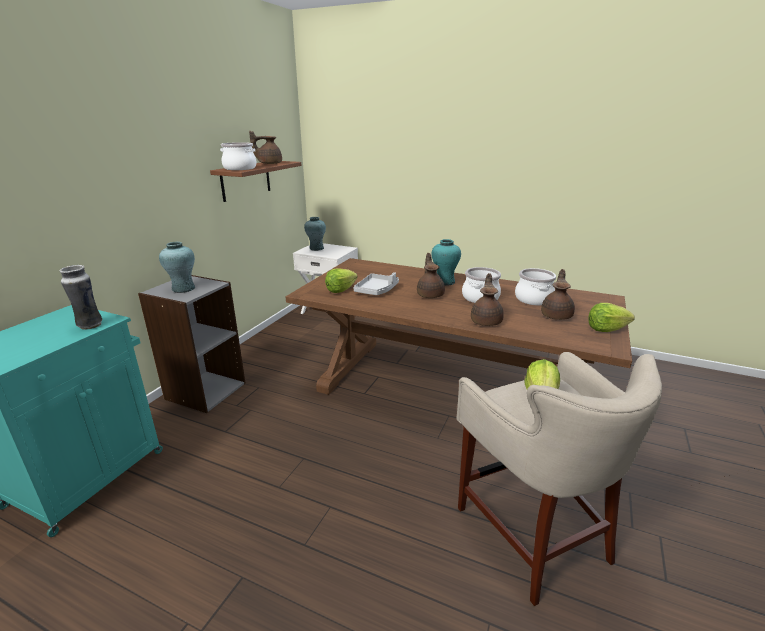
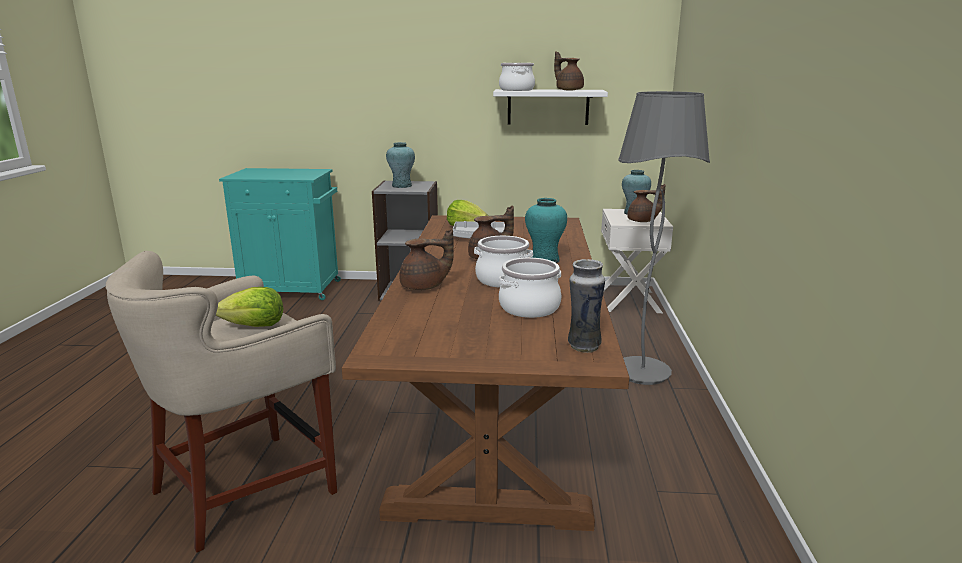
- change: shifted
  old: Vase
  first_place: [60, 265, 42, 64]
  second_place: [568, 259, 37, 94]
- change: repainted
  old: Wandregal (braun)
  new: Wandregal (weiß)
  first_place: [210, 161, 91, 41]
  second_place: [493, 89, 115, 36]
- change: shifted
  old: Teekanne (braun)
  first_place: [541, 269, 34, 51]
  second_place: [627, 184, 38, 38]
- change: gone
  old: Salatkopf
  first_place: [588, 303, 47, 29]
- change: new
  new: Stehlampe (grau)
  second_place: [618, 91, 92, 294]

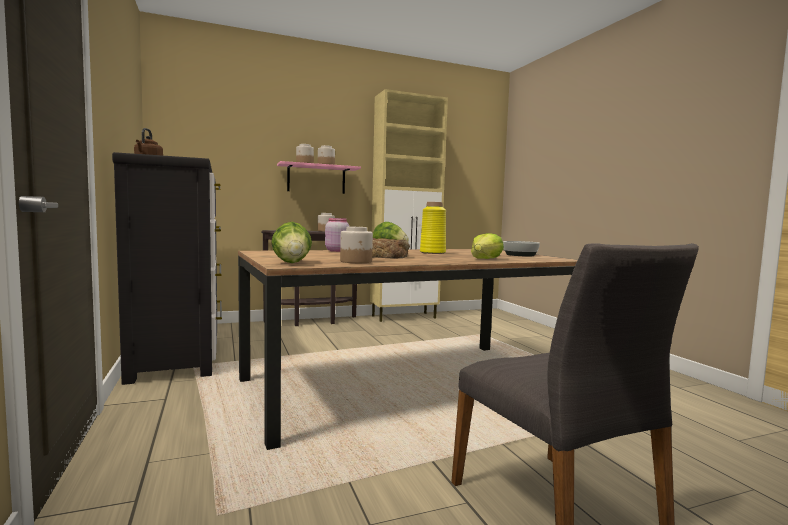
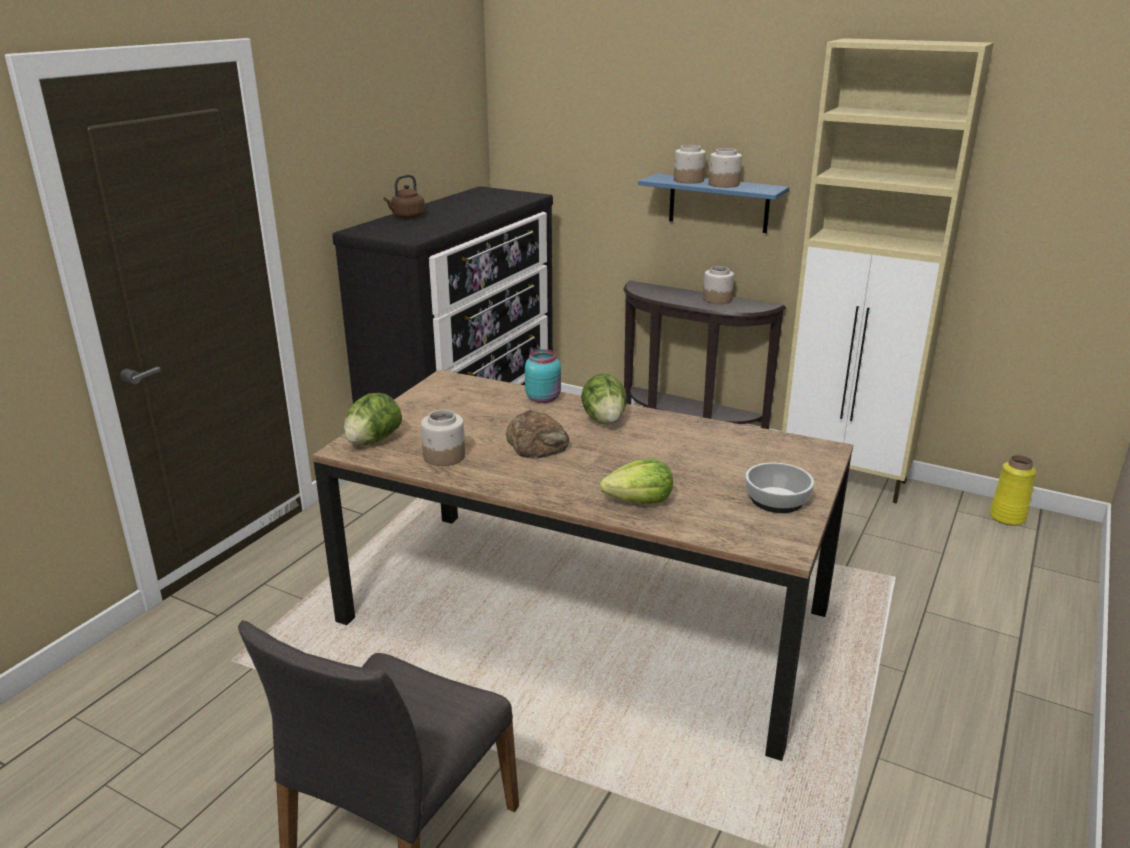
- change: repainted
  old: Wandregal (rosa)
  new: Wandregal (blau)
  first_place: [277, 161, 84, 33]
  second_place: [638, 173, 151, 60]
- change: repainted
  old: Vorratsglas (rosa)
  new: Vorratsglas (türkis)
  first_place: [325, 218, 25, 34]
  second_place: [525, 349, 36, 54]
- change: shifted
  old: Vase (gelb)
  first_place: [420, 202, 26, 52]
  second_place: [990, 455, 46, 71]

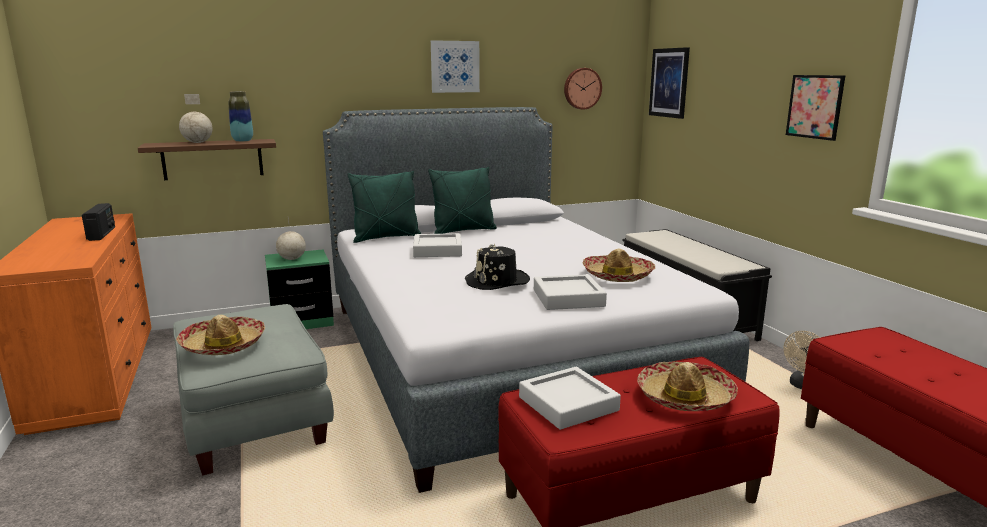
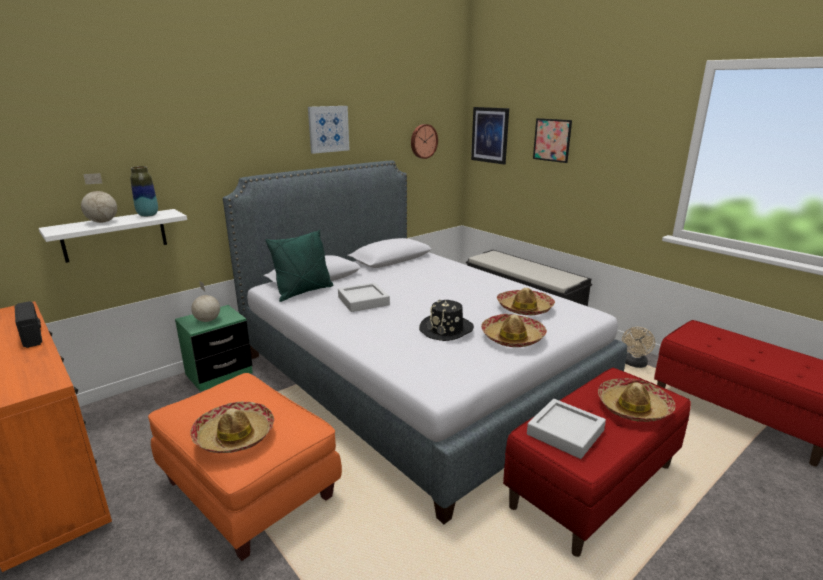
- change: repainted
  old: Wandregal (braun)
  new: Wandregal (weiß)
  first_place: [138, 139, 138, 41]
  second_place: [39, 209, 148, 54]
- change: repainted
  old: Polsterhocker (grau)
  new: Polsterhocker (orange)
  first_place: [173, 304, 161, 171]
  second_place: [148, 373, 194, 188]
- change: gone
  old: Kissen (grün)
  first_place: [428, 167, 69, 67]
- change: swapped
  old: Tablett (grau)
  new: Hut
  first_place: [534, 274, 73, 36]
  second_place: [481, 314, 66, 33]
- change: shifted
  old: Bild
  first_place: [786, 75, 59, 66]
  second_place: [533, 118, 39, 45]

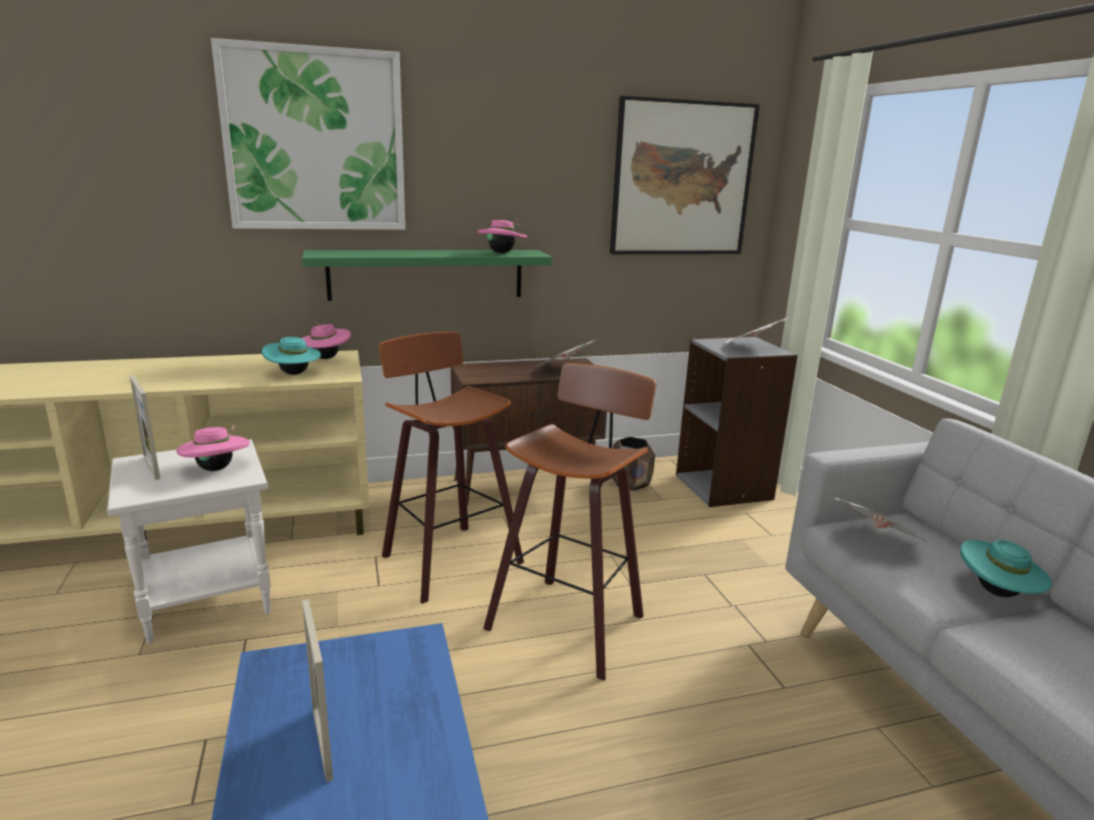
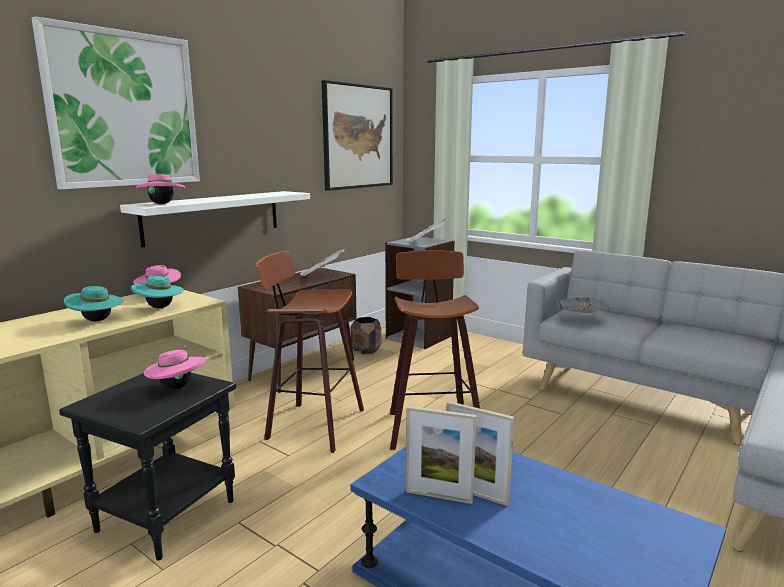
- change: repainted
  old: Beistelltisch (weiß)
  new: Beistelltisch (schwarz)
  first_place: [107, 439, 164, 204]
  second_place: [59, 373, 177, 187]
- change: shifted
  old: Bilderrahmen
  first_place: [130, 376, 30, 104]
  second_place: [406, 406, 71, 98]
- change: repainted
  old: Wandregal (grün)
  new: Wandregal (weiß)
  first_place: [302, 250, 250, 51]
  second_place: [120, 191, 190, 56]
- change: shifted
  old: Hut (rosa)
  first_place: [477, 220, 50, 33]
  second_place: [136, 173, 49, 31]
- change: shifted
  old: Hut (türkis)
  first_place: [960, 540, 92, 57]
  second_place: [64, 286, 59, 35]

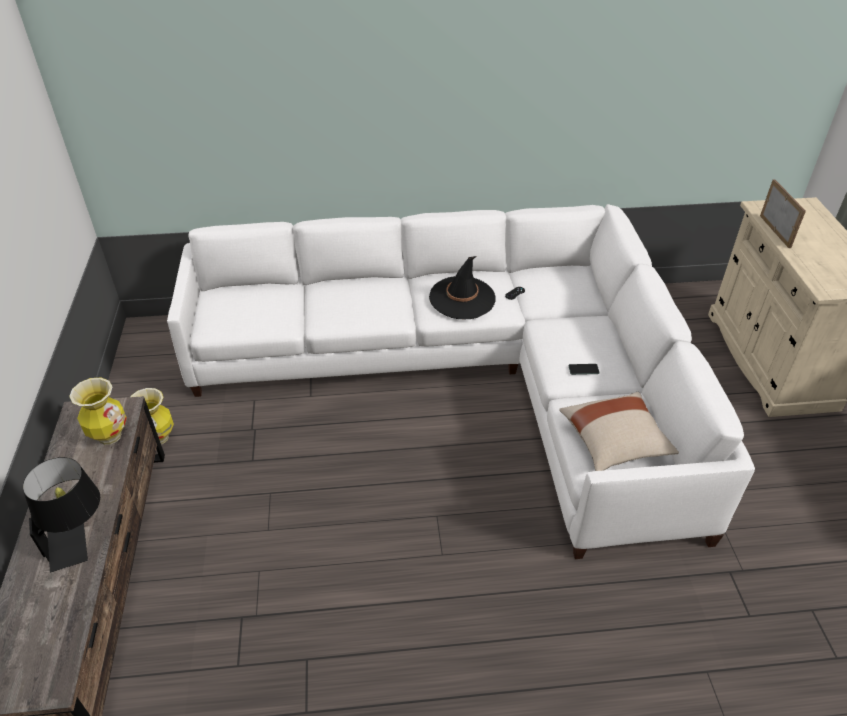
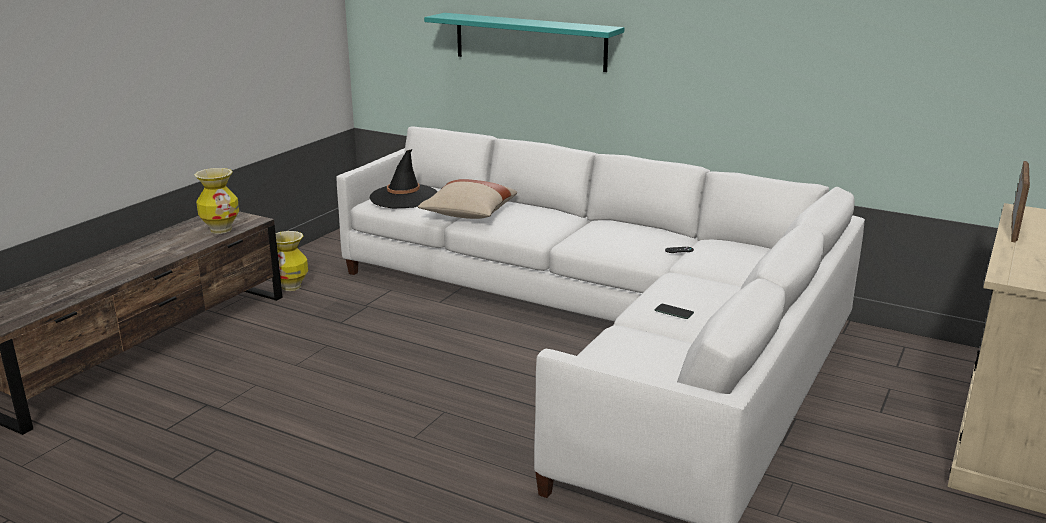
- change: gone
  old: Tischlampe (schwarz)
  first_place: [23, 457, 77, 115]
- change: shifted
  old: Hut (schwarz)
  first_place: [429, 256, 67, 64]
  second_place: [370, 149, 67, 59]
- change: shifted
  old: Kissen (beige)
  first_place: [559, 392, 120, 79]
  second_place: [418, 179, 99, 40]
- change: new
  new: Wandregal (türkis)
  second_place: [424, 13, 200, 59]

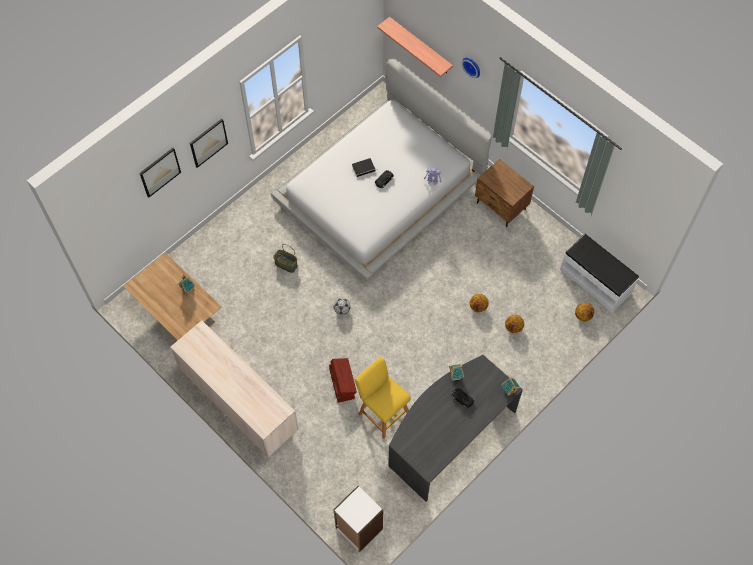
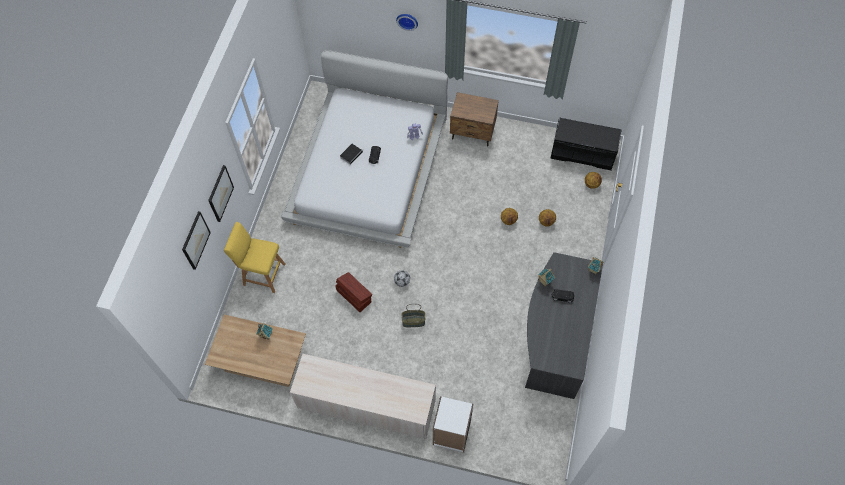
- change: shifted
  old: Korb
  first_place: [273, 244, 25, 29]
  second_place: [401, 304, 24, 23]
- change: shifted
  old: Aufbewahrungsbox (braun)
  first_place: [329, 358, 28, 45]
  second_place: [336, 272, 36, 40]
- change: shifted
  old: Bücherregal (weiß)
  first_place: [333, 486, 50, 66]
  second_place: [433, 396, 40, 57]
- change: shifted
  old: Hocker (gelb)
  first_place: [355, 356, 56, 83]
  second_place: [224, 222, 61, 71]
- change: gone
  old: Wandregal
  first_place: [377, 17, 76, 60]
- change: repainted
  old: Bank (weiß)
  new: Bank (schwarz)
  first_place: [560, 234, 79, 79]
  second_place: [550, 118, 72, 53]

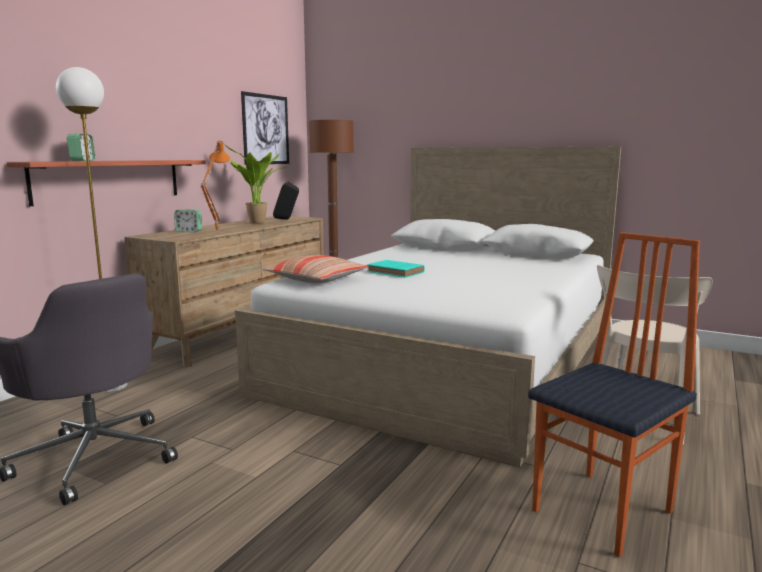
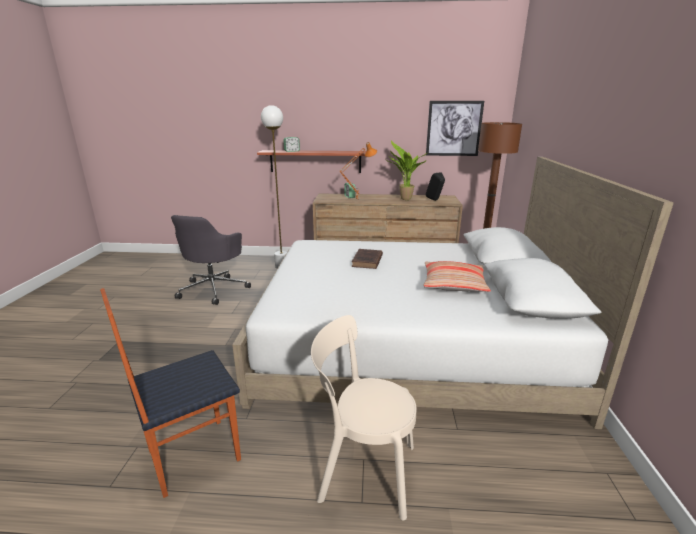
- change: shifted
  old: Kissen
  first_place: [263, 255, 106, 28]
  second_place: [423, 261, 68, 31]
- change: repainted
  old: Buch (türkis)
  new: Buch (braun)
  first_place: [367, 260, 58, 18]
  second_place: [351, 249, 32, 20]
- change: rotated
  old: Stuhl
  first_place: [528, 232, 172, 325]
  second_place: [100, 288, 141, 210]
  degrees: 120

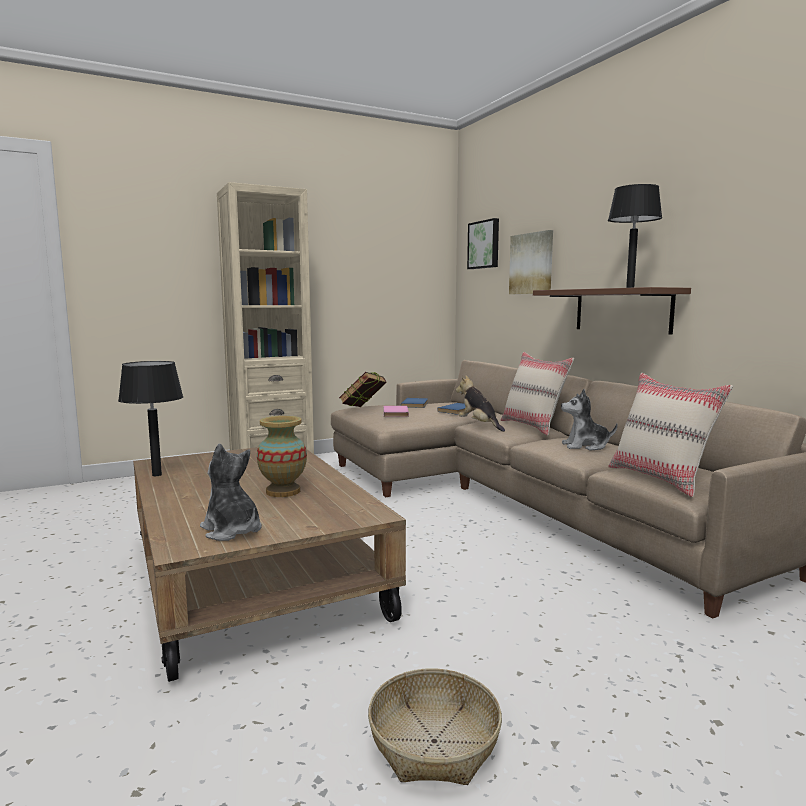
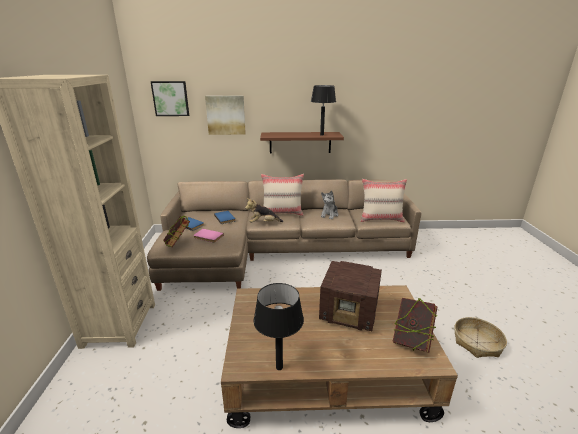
- change: swapped
  old: Plüschtier
  new: Buch
  first_place: [200, 444, 62, 97]
  second_place: [392, 298, 46, 55]
- change: swapped
  old: Vase
  new: Radio
  first_place: [257, 416, 50, 81]
  second_place: [319, 261, 63, 70]

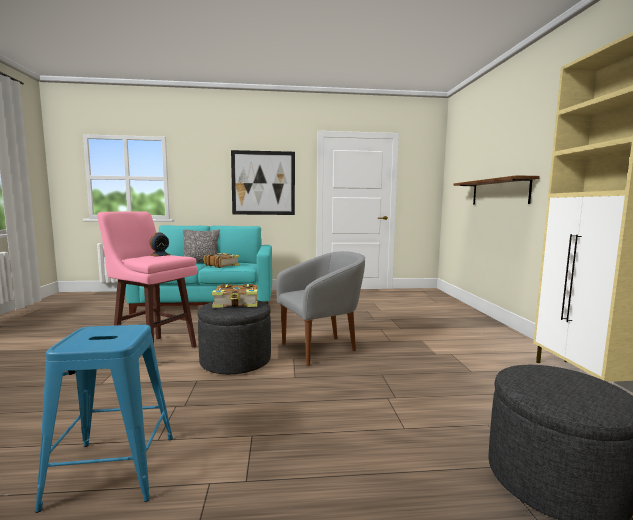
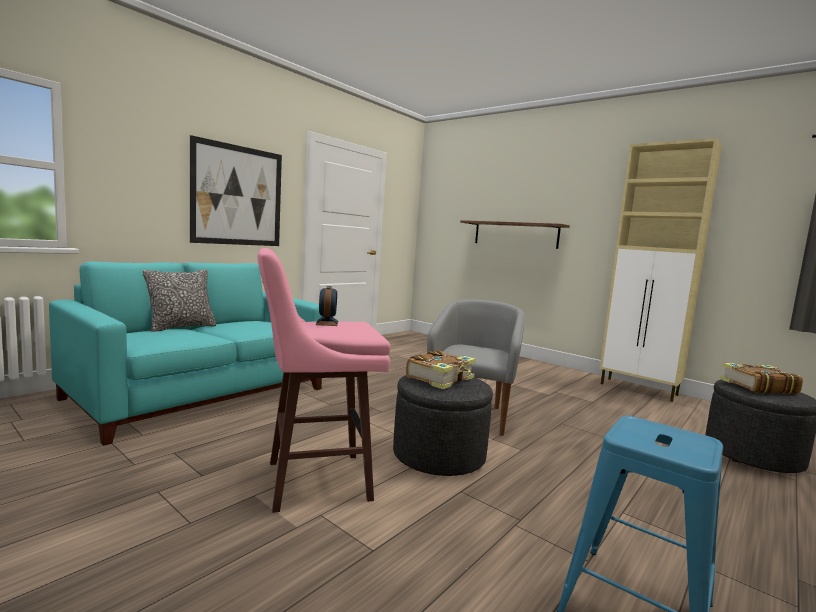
- change: shifted
  old: Buch
  first_place: [204, 253, 36, 15]
  second_place: [720, 363, 83, 32]

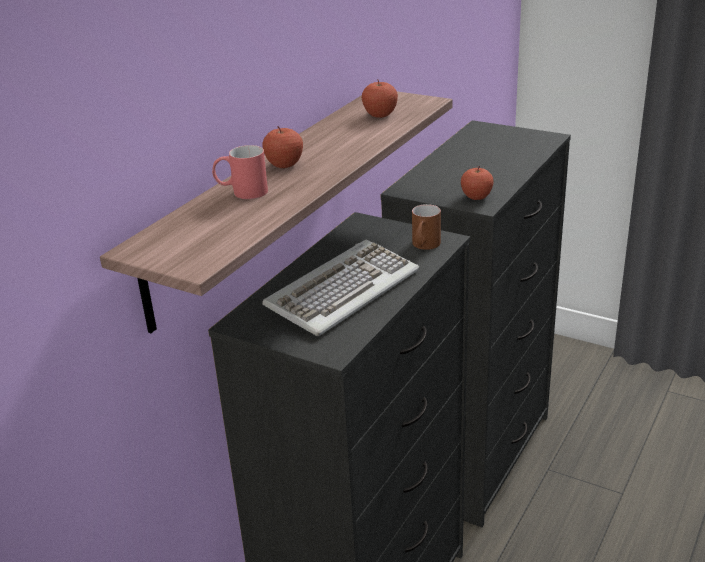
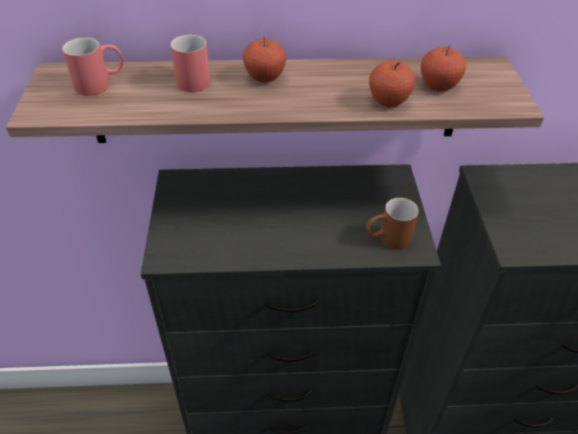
- change: gone
  old: Tastatur
  first_place: [262, 239, 158, 97]
- change: shifted
  old: Apfel
  first_place: [461, 166, 33, 34]
  second_place: [369, 61, 46, 46]
- change: new
  new: Henkelbecher (rot)
  second_place: [62, 38, 61, 58]

